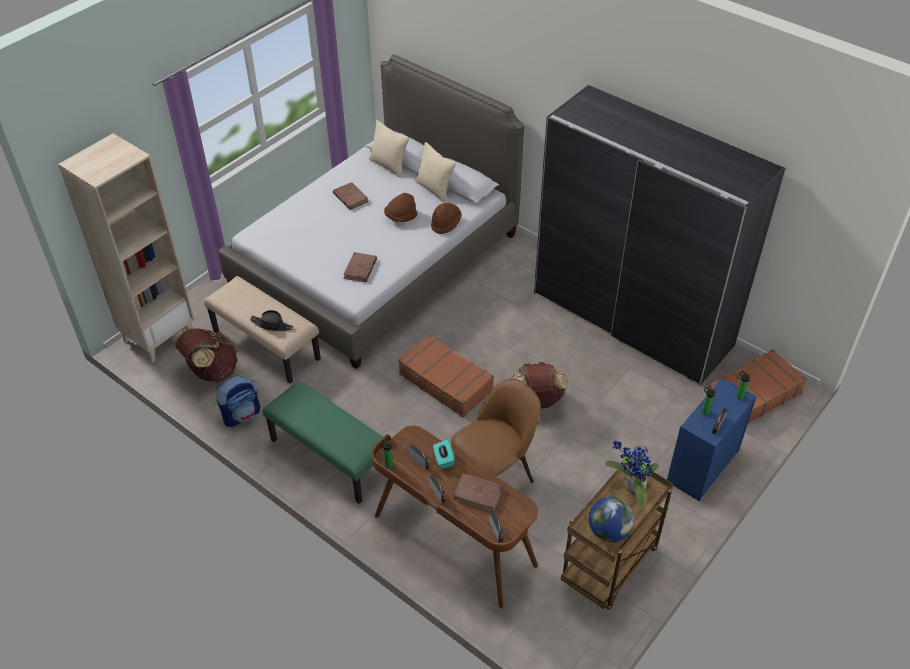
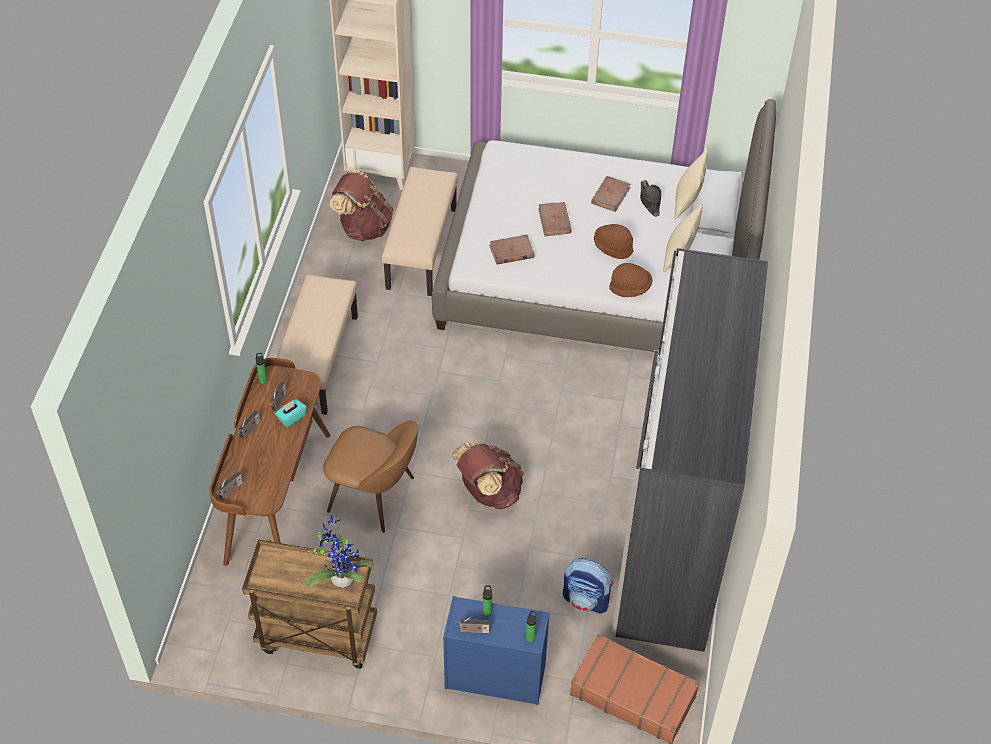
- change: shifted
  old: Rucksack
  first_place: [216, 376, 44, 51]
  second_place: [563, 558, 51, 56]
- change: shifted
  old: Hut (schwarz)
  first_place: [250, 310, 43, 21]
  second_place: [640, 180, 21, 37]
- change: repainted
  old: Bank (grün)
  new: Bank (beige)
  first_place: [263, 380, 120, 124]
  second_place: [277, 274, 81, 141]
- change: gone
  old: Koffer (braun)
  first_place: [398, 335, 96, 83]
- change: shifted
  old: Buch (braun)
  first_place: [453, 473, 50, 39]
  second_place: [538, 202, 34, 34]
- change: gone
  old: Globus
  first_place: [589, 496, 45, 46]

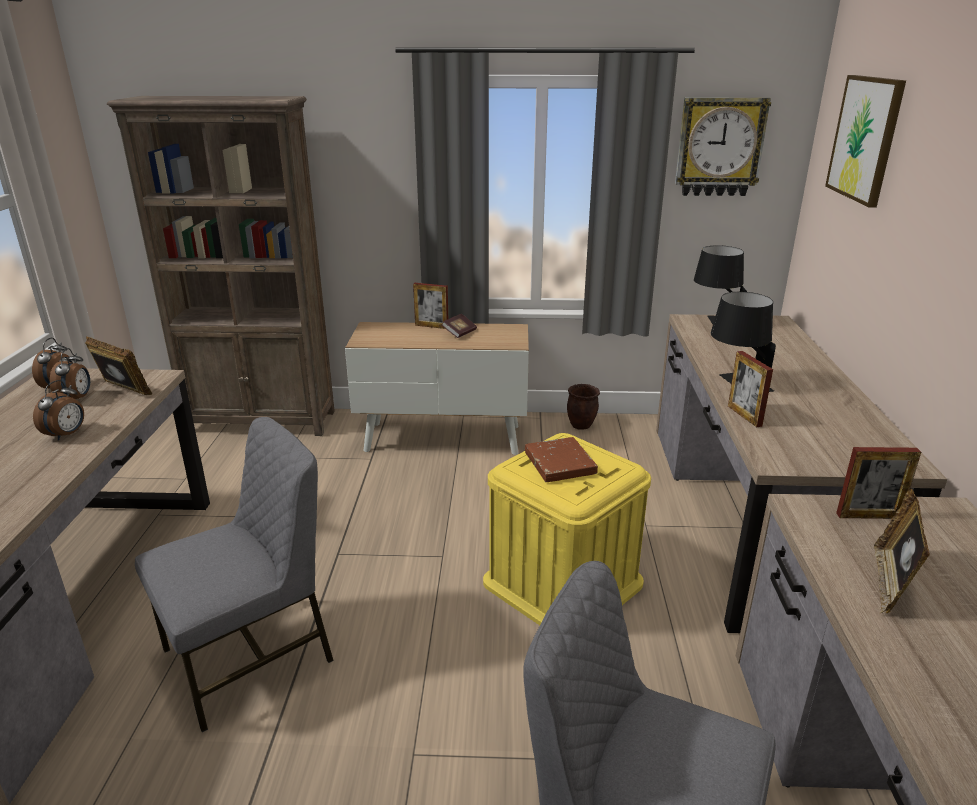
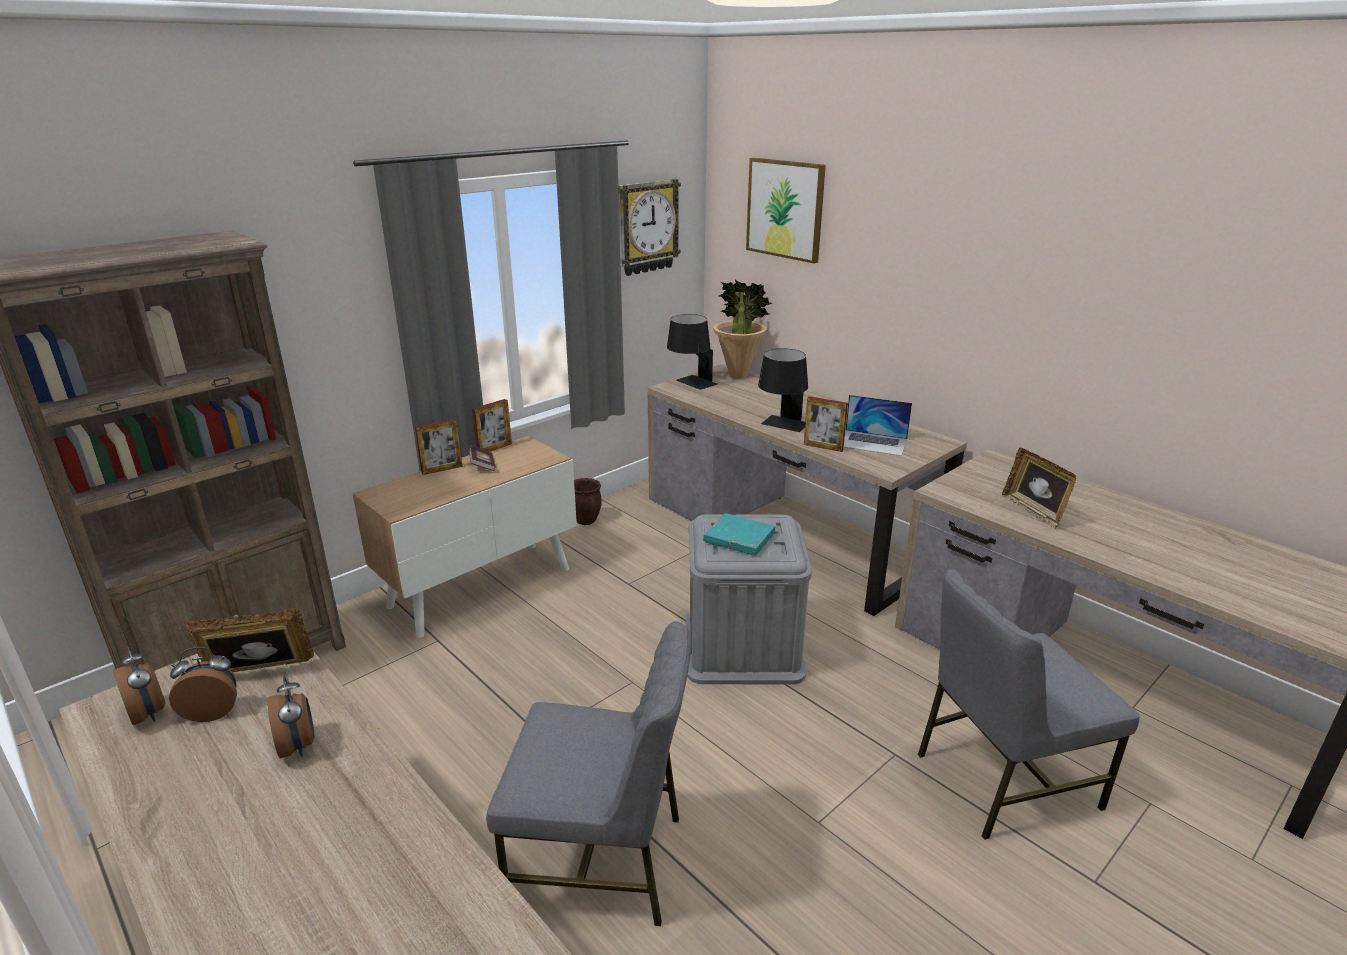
- change: rotated
  old: Wecker
  first_place: [50, 348, 40, 51]
  second_place: [169, 647, 68, 75]
  degrees: -60
- change: rotated
  old: Stuhl (grau)
  first_place: [135, 417, 199, 315]
  second_place: [486, 621, 206, 305]
  degrees: 90
- change: repainted
  old: Aufbewahrungsbox (gelb)
  new: Aufbewahrungsbox (grau)
  first_place: [483, 433, 168, 192]
  second_place: [686, 514, 126, 170]
- change: repainted
  old: Buch (braun)
  new: Buch (türkis)
  first_place: [525, 437, 73, 45]
  second_place: [703, 513, 72, 43]
- change: shifted
  old: Bilderrahmen
  first_place: [836, 447, 85, 72]
  second_place: [472, 399, 40, 53]
- change: new
  new: Topfpflanze
  second_place: [713, 280, 59, 99]
- change: new
  new: Laptop
  second_place: [844, 395, 68, 61]

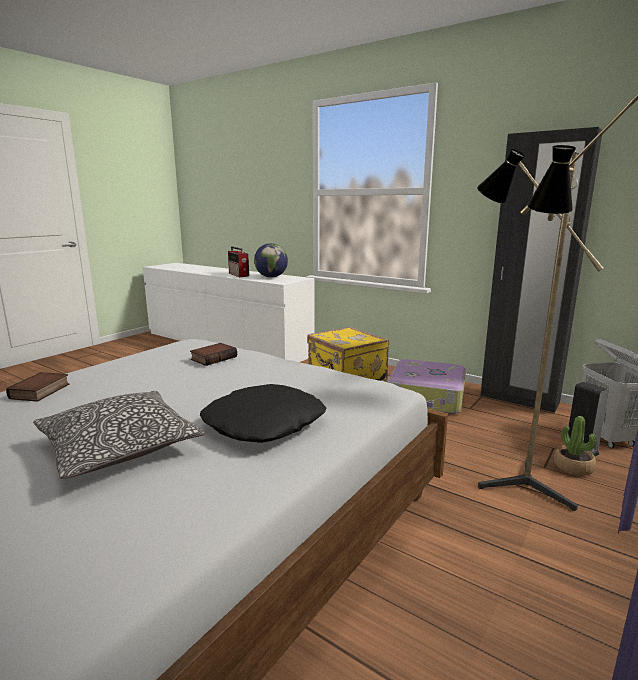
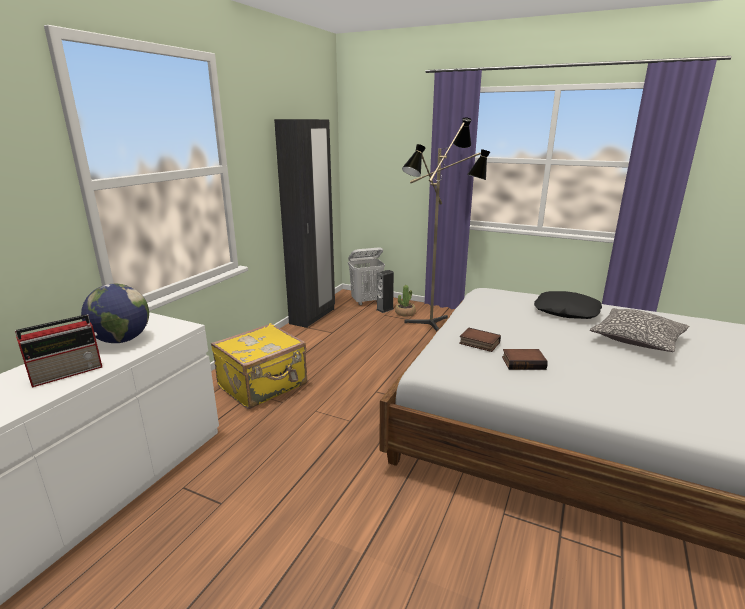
- change: shifted
  old: Buch
  first_place: [6, 372, 63, 30]
  second_place: [502, 349, 46, 21]
- change: gone
  old: Koffer
  first_place: [387, 359, 79, 55]

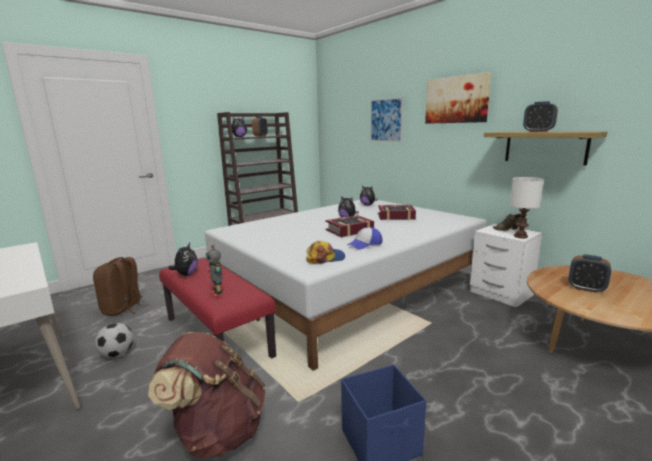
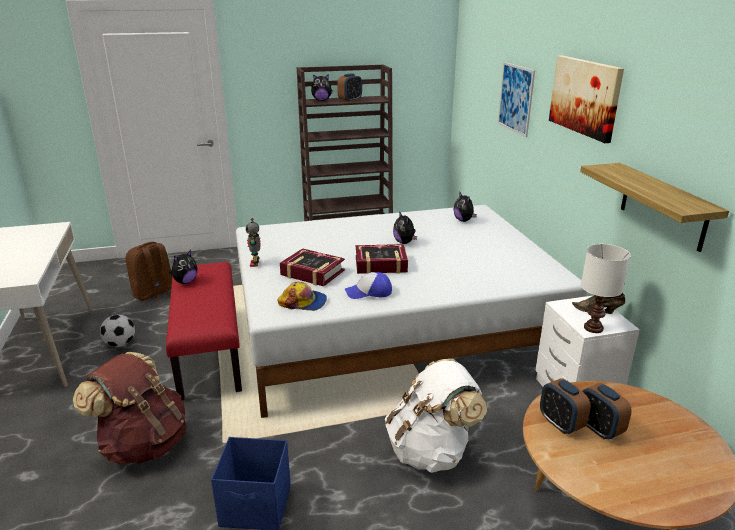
- change: shifted
  old: Spielzeugroboter
  first_place: [206, 245, 17, 53]
  second_place: [246, 218, 15, 49]
- change: shifted
  old: Buch
  first_place: [378, 205, 38, 15]
  second_place: [280, 248, 65, 38]
- change: shifted
  old: Wecker
  first_place: [523, 101, 35, 31]
  second_place: [540, 378, 51, 56]
- change: new
  new: Rucksack (weiß)
  second_place: [385, 359, 102, 114]

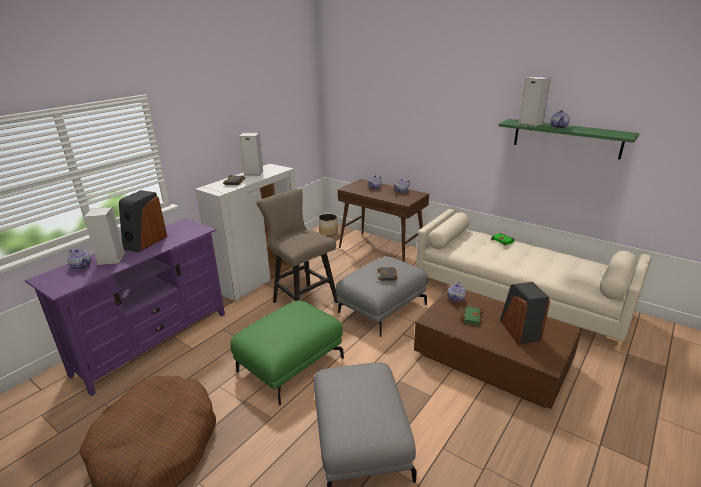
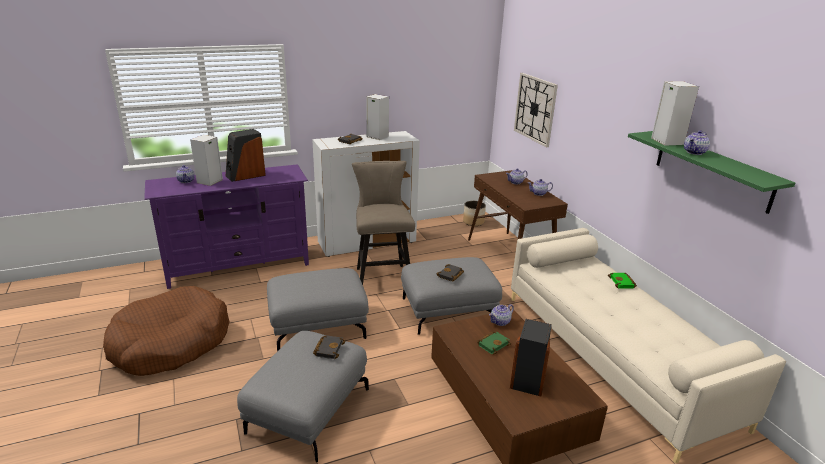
- change: repainted
  old: Polsterhocker (grün)
  new: Polsterhocker (grau)
  first_place: [230, 300, 114, 105]
  second_place: [267, 268, 102, 83]
- change: new
  new: Buch (schwarz)
  second_place: [313, 335, 33, 24]
- change: new
  new: Wanduhr
  second_place: [514, 73, 44, 74]

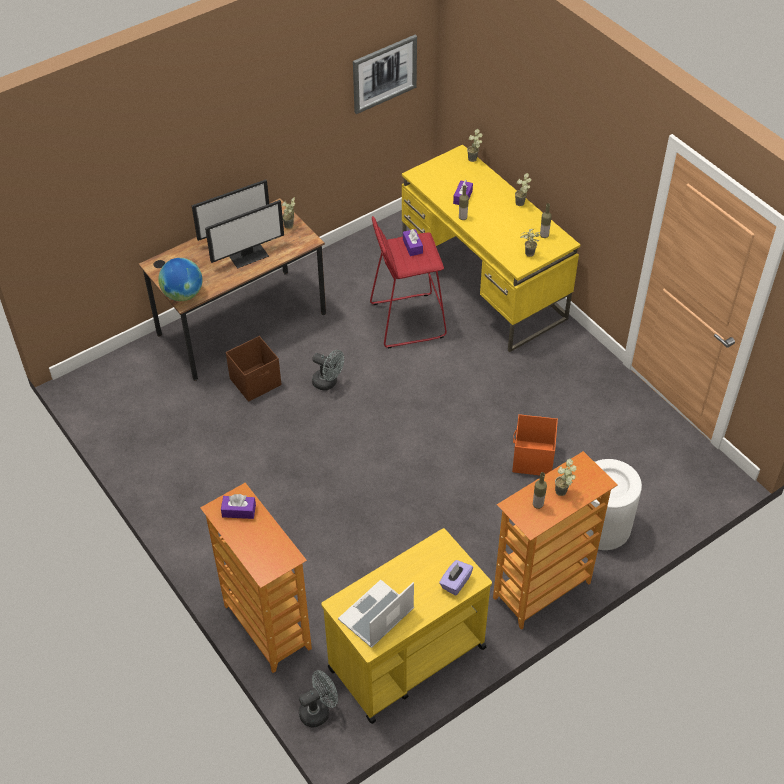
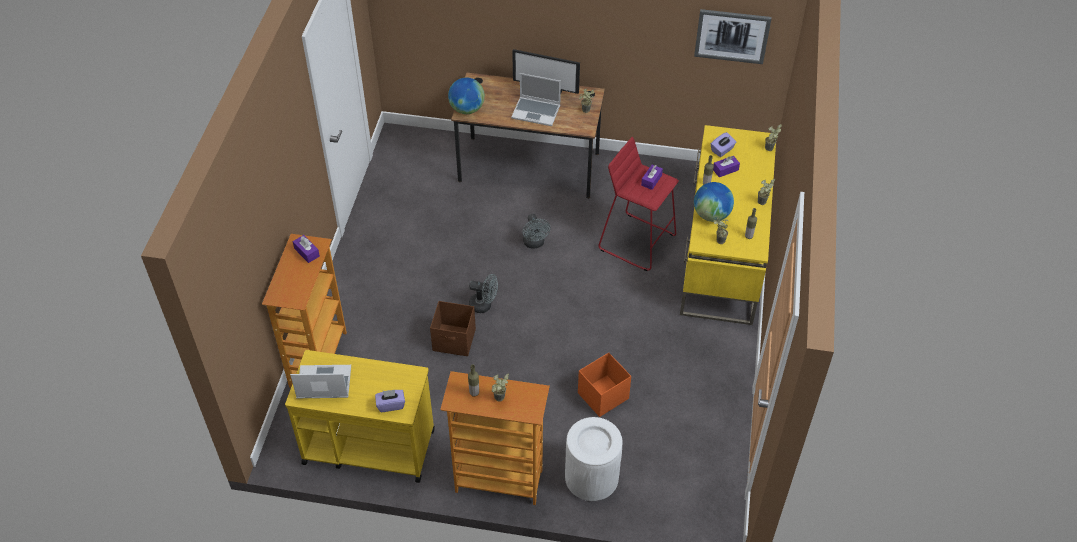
- change: swapped
  old: Monitor
  new: Laptop
  first_place: [205, 200, 79, 69]
  second_place: [511, 73, 50, 53]
- change: shifted
  old: Aufbewahrungsbox (braun)
  first_place: [226, 336, 55, 66]
  second_place: [430, 301, 46, 55]
- change: shifted
  old: Ventilator (grau)
  first_place: [299, 670, 39, 57]
  second_place: [469, 274, 29, 39]
- change: new
  new: Globus
  second_place: [694, 182, 40, 40]
- change: new
  new: Taschentuchbox (lila)
  second_place: [711, 132, 25, 25]

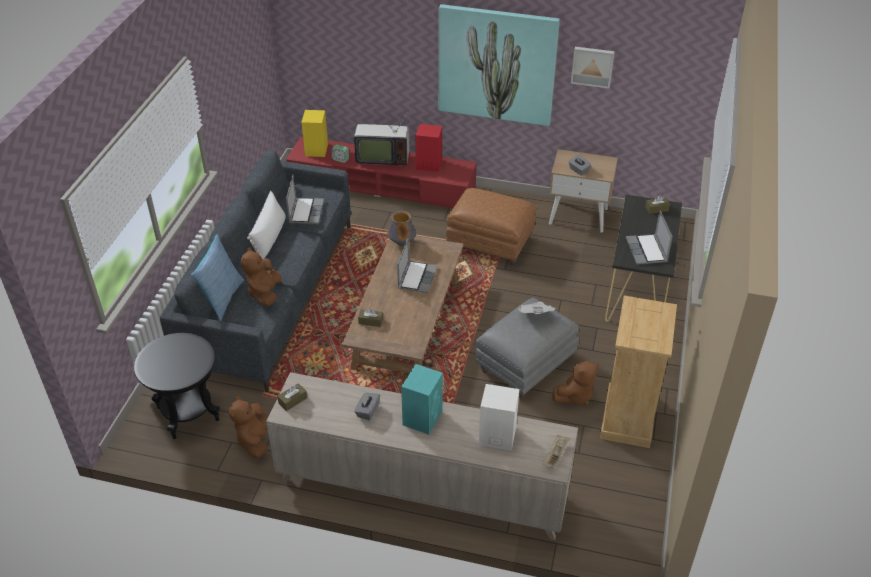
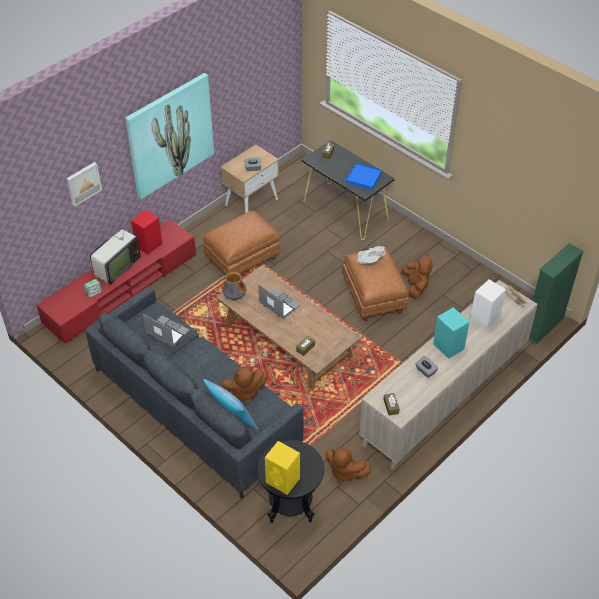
- change: rotated
  old: Plüschtier (braun)
  first_place: [241, 247, 41, 60]
  second_place: [221, 367, 47, 36]
  degrees: -45
- change: gone
  old: Kissen (weiß)
  first_place: [247, 191, 39, 68]
- change: shifted
  old: Lautsprecher (gelb)
  first_place: [301, 110, 27, 47]
  second_place: [265, 441, 35, 54]
- change: repainted
  old: Polsterhocker (grau)
  new: Polsterhocker (braun)
  first_place: [475, 297, 104, 101]
  second_place: [342, 247, 67, 74]
- change: shifted
  old: Bild
  first_place: [571, 47, 44, 41]
  second_place: [66, 162, 36, 44]
- change: gone
  old: Kommode (beige)
  first_place: [600, 296, 77, 152]
- change: swapped
  old: Laptop
  new: Tablett (blau)
  first_place: [626, 210, 47, 54]
  second_place: [346, 163, 36, 27]
- change: new
  new: Bücherregal (grün)
  second_place: [529, 243, 55, 102]

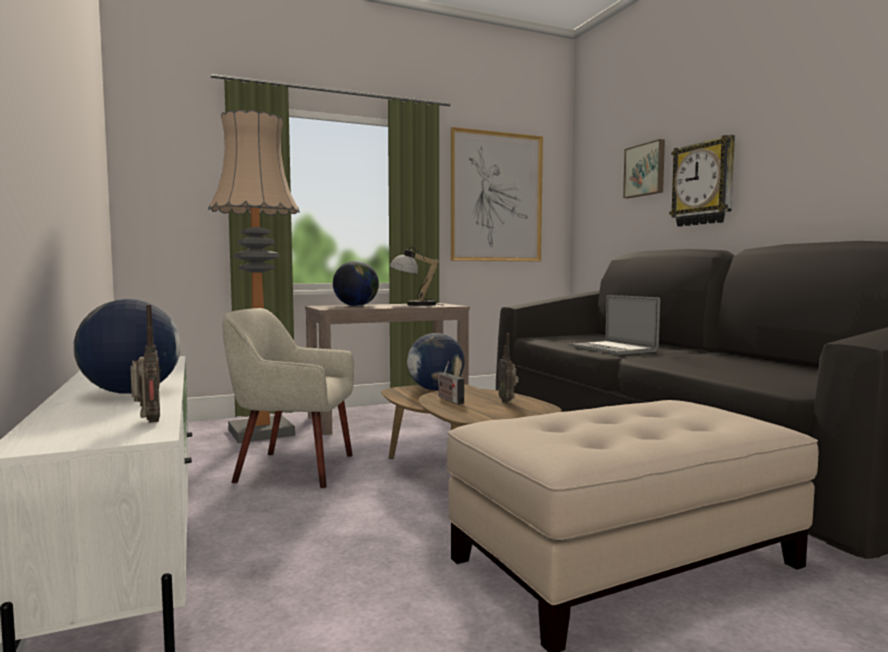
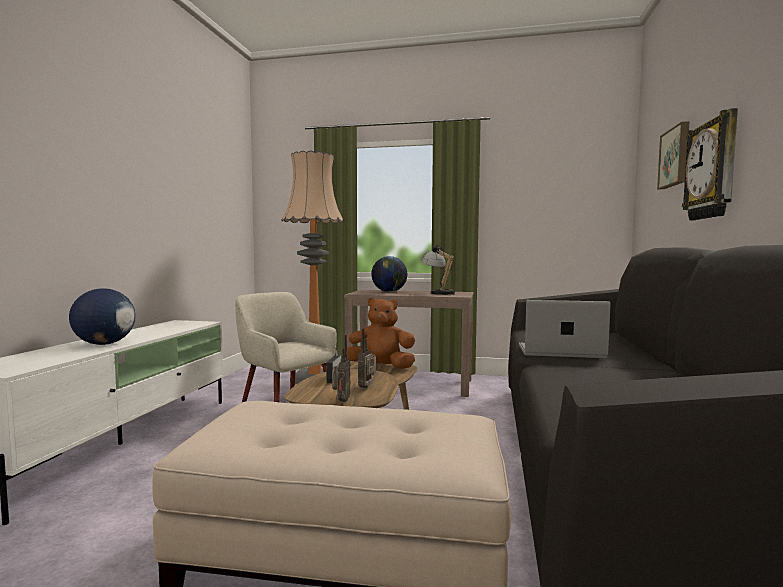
- change: shifted
  old: Radio
  first_place: [130, 305, 30, 118]
  second_place: [332, 334, 18, 68]
- change: swapped
  old: Globus
  new: Plüschtier (braun)
  first_place: [407, 333, 58, 57]
  second_place: [347, 297, 68, 72]
- change: gone
  old: Bild
  first_place: [451, 127, 92, 134]
- change: rotated
  old: Laptop
  first_place: [569, 295, 91, 60]
  second_place: [519, 300, 91, 58]
  degrees: 90

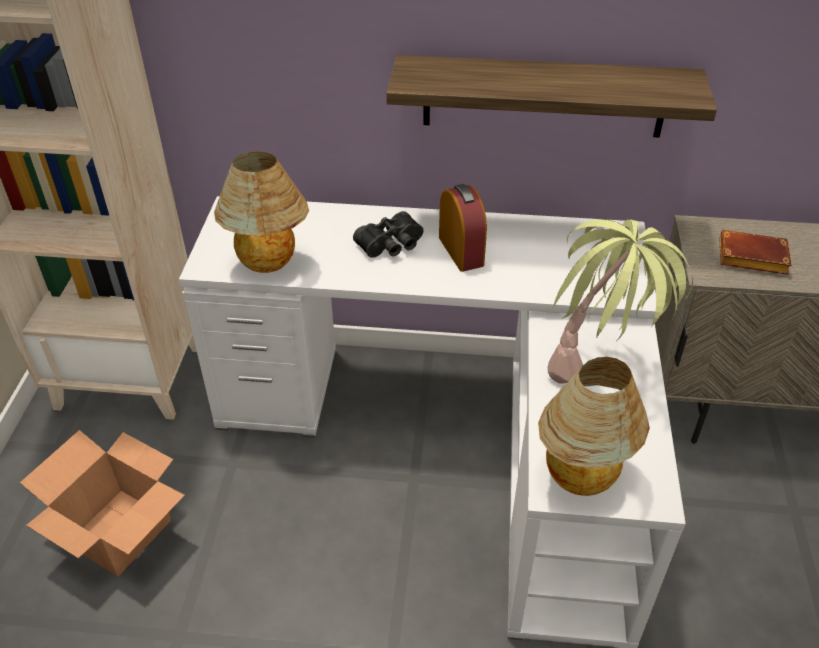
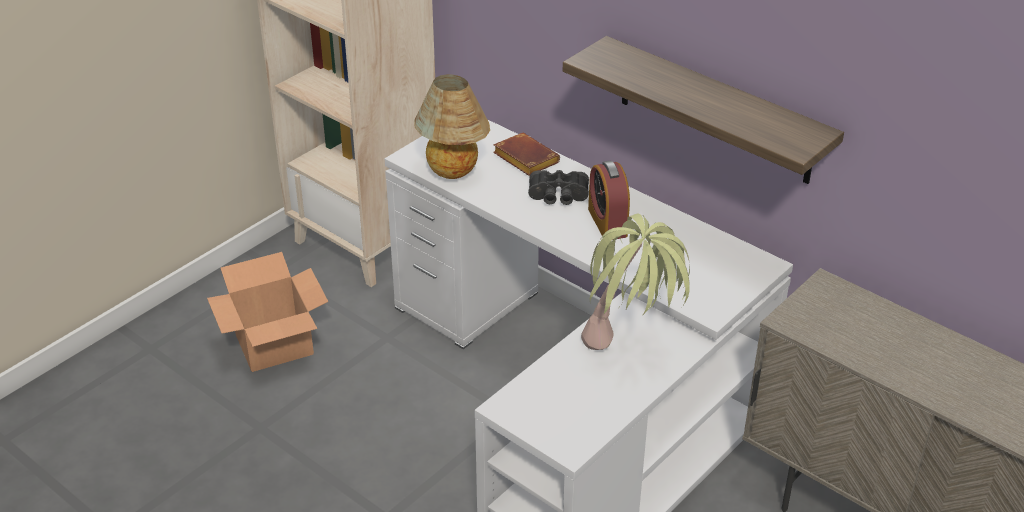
- change: rotated
  old: Wecker
  first_place: [439, 184, 48, 88]
  second_place: [588, 160, 42, 79]
  degrees: 150
- change: gone
  old: Tischlampe
  first_place: [538, 357, 112, 139]
- change: shifted
  old: Buch (braun)
  first_place: [719, 230, 73, 45]
  second_place: [493, 133, 67, 43]

